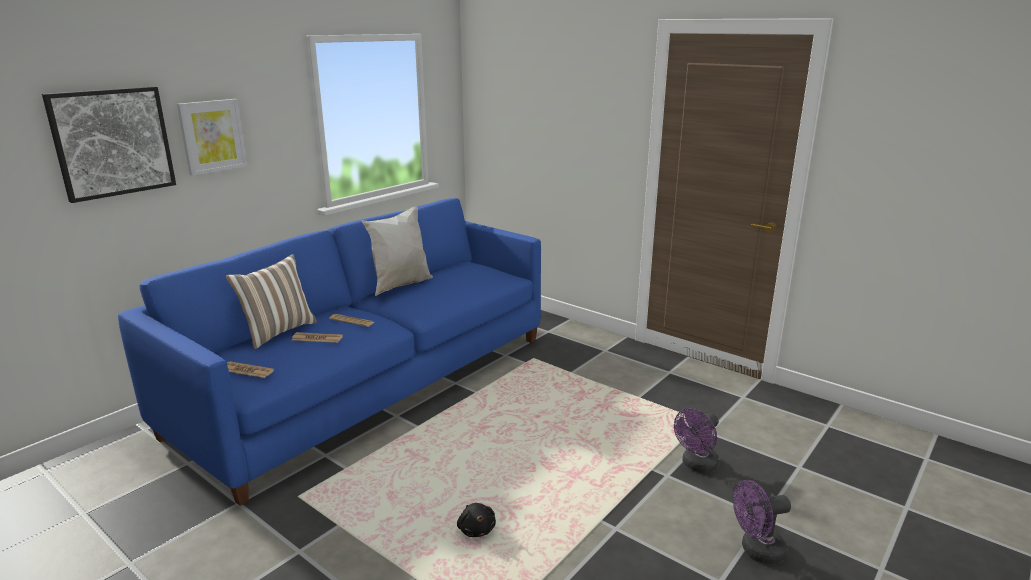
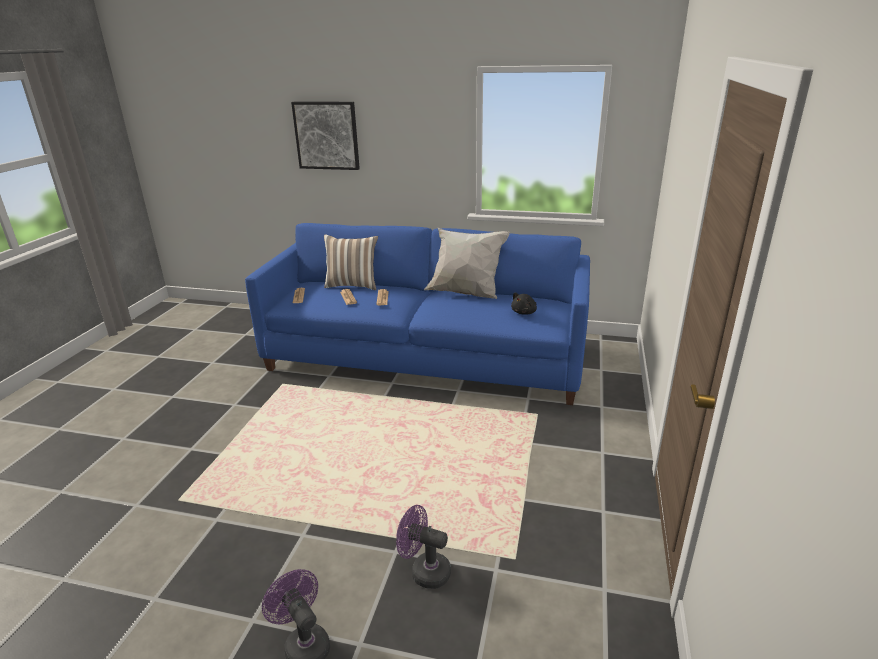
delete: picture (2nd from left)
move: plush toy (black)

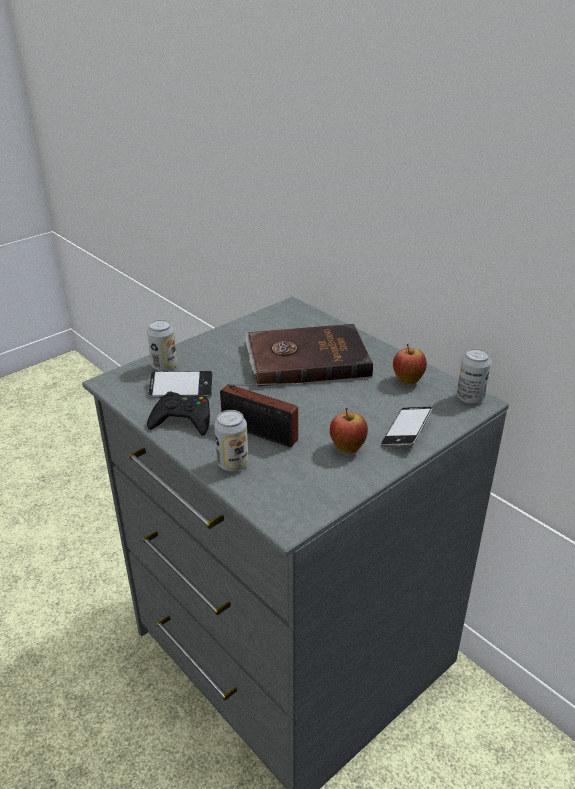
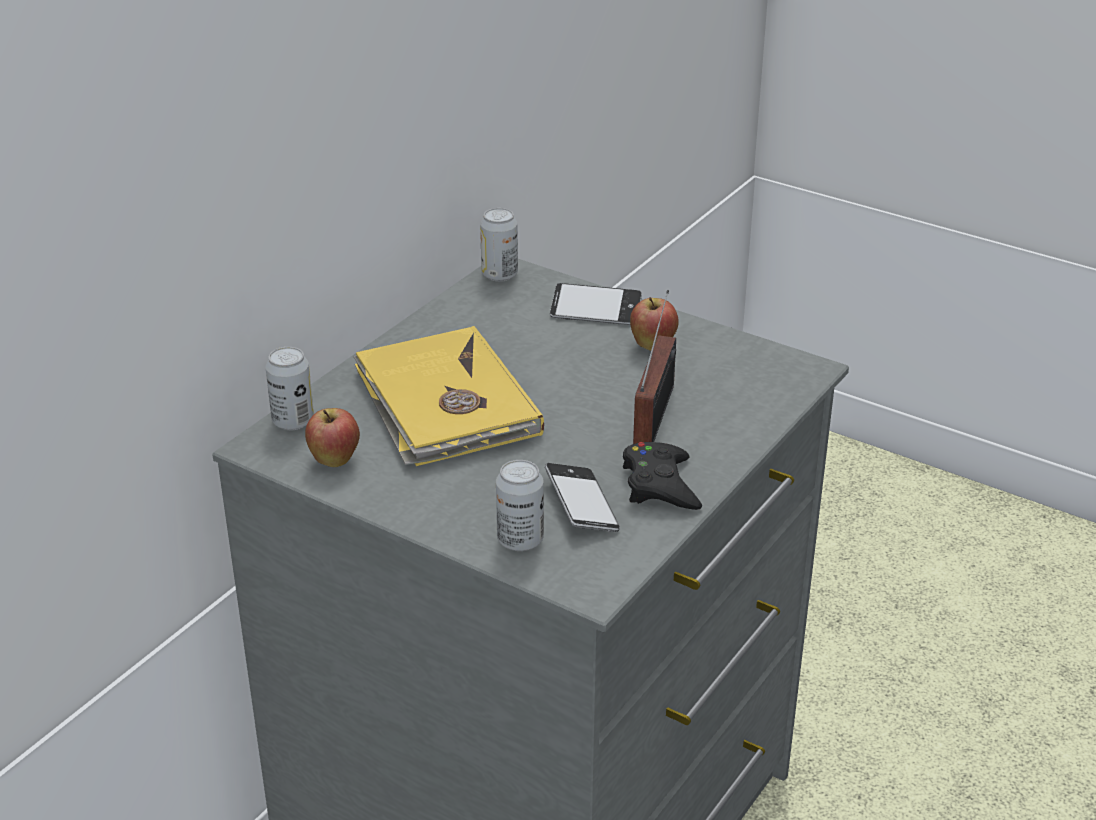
move: can (2nd from left in the first image) to can (1st from left); apple (2nd from left in the first image) to apple (1st from left)
recolor: book (brown) to book (yellow)

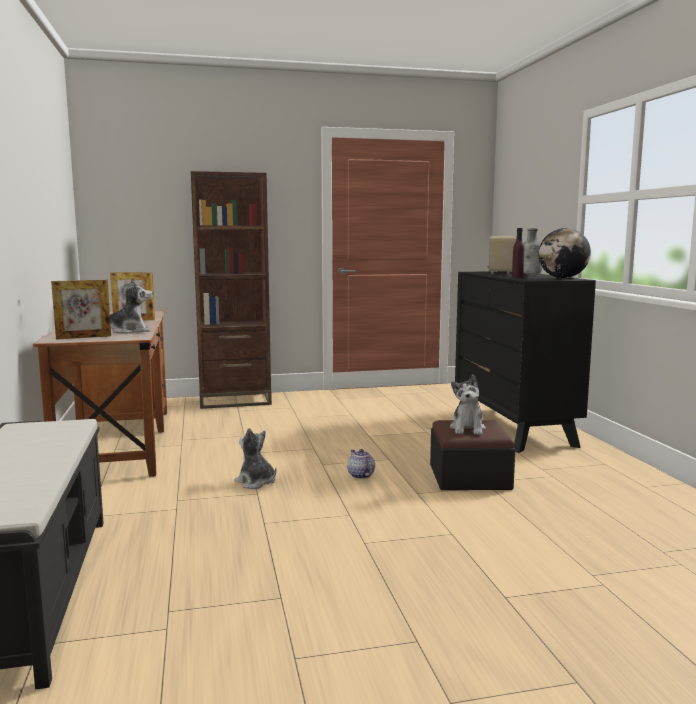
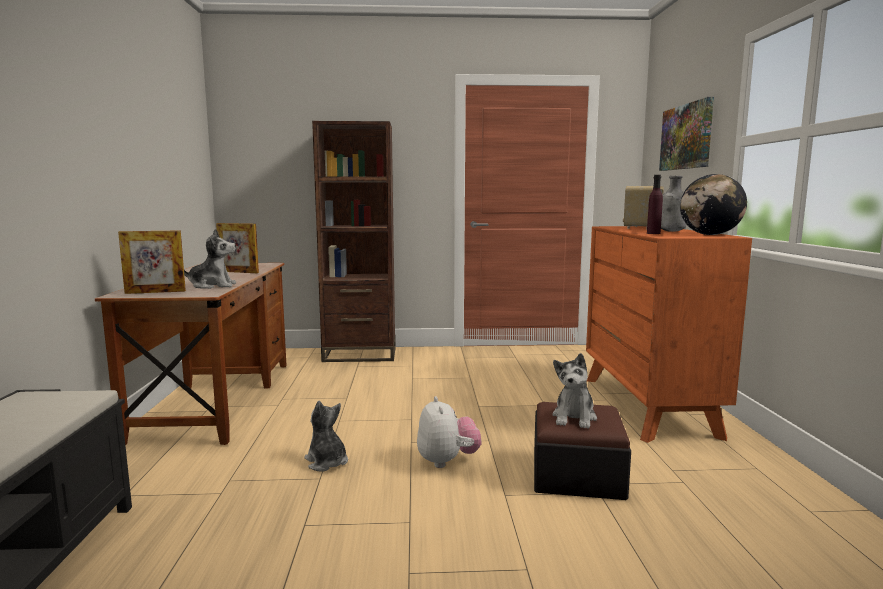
insert: picture
replace: teapot to plush toy (3rd from left)
recolor: dresser (black) to dresser (orange)

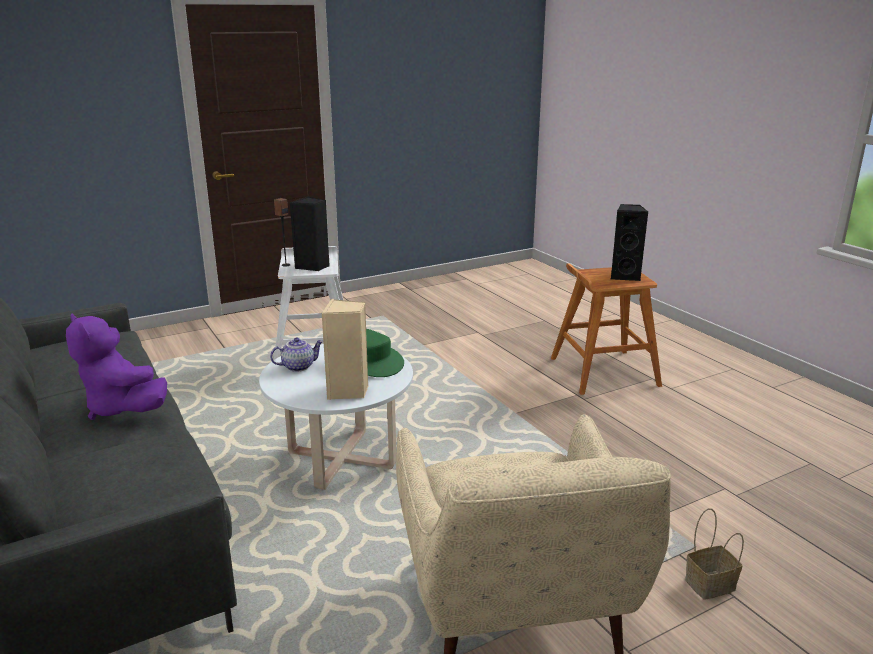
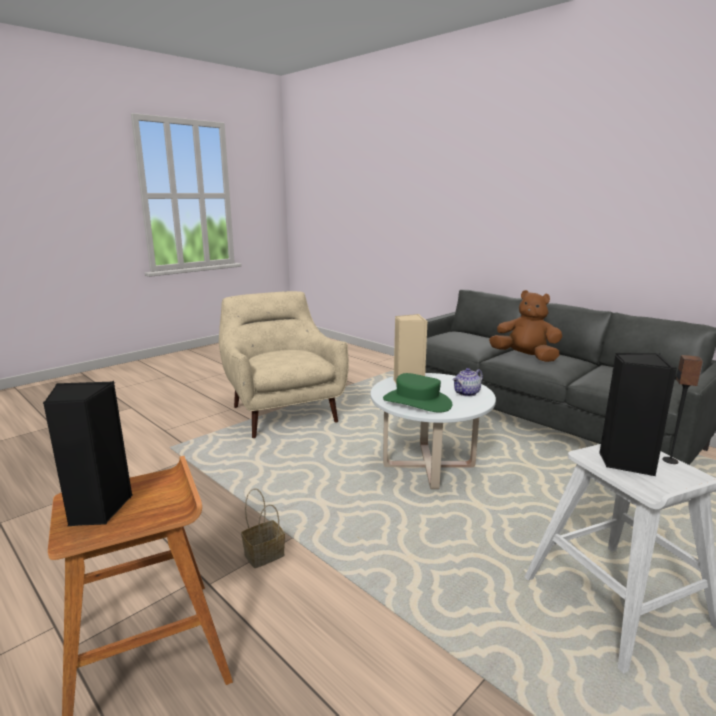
move: basket
recolor: plush toy (purple) to plush toy (brown)

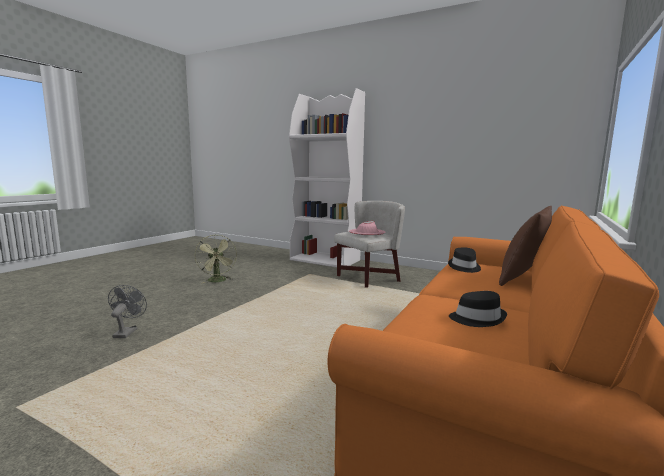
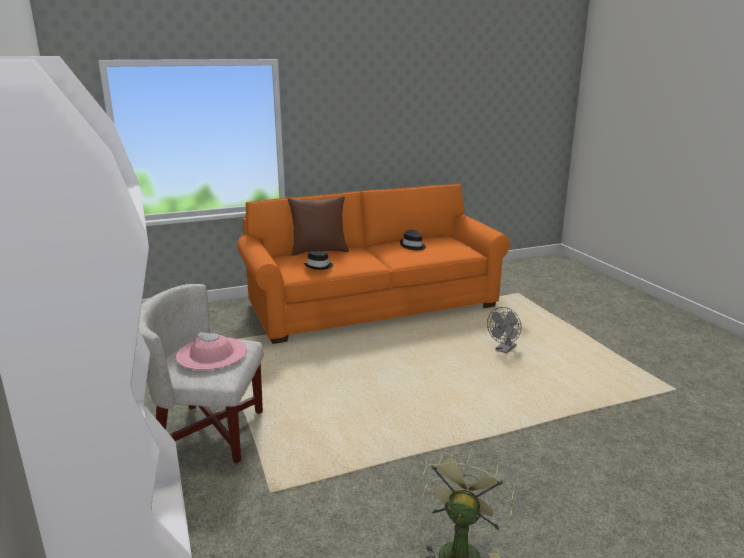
move: fan (grey)

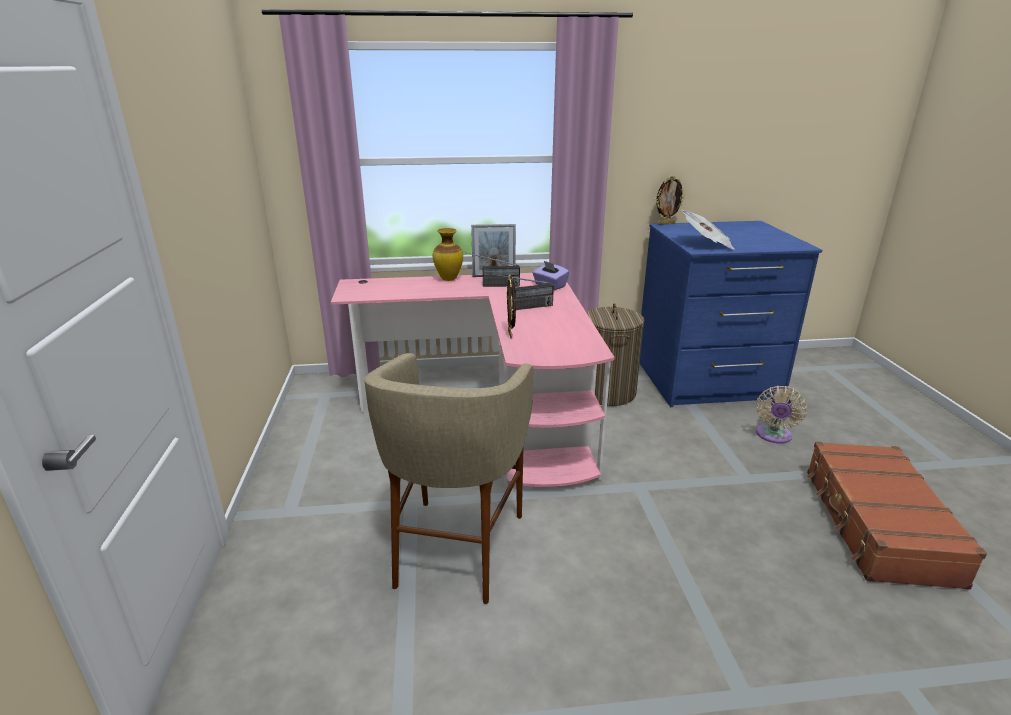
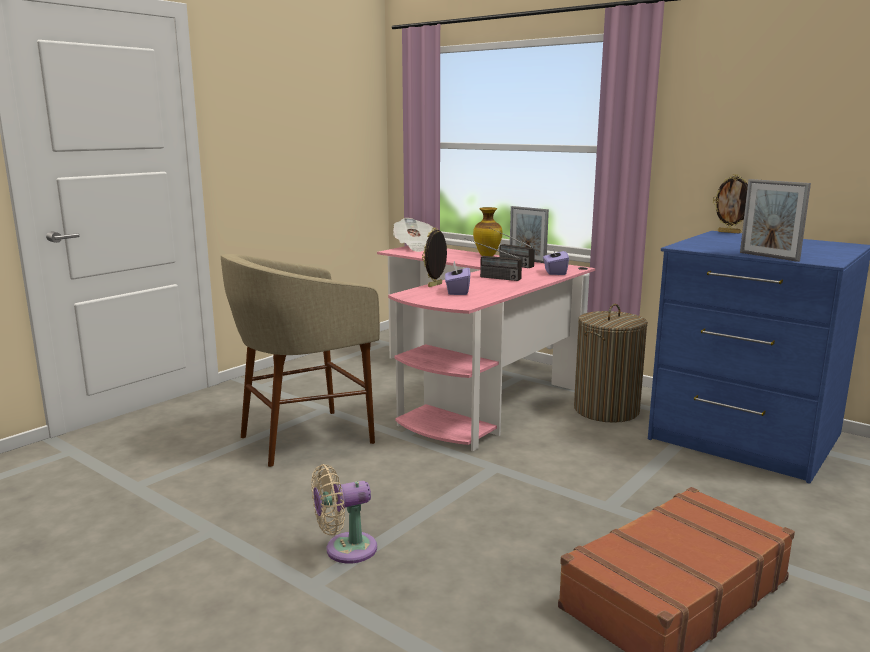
insert: tissue box (purple) (1st from left); picture frame (4th from left)
move: fan (beige); newspaper

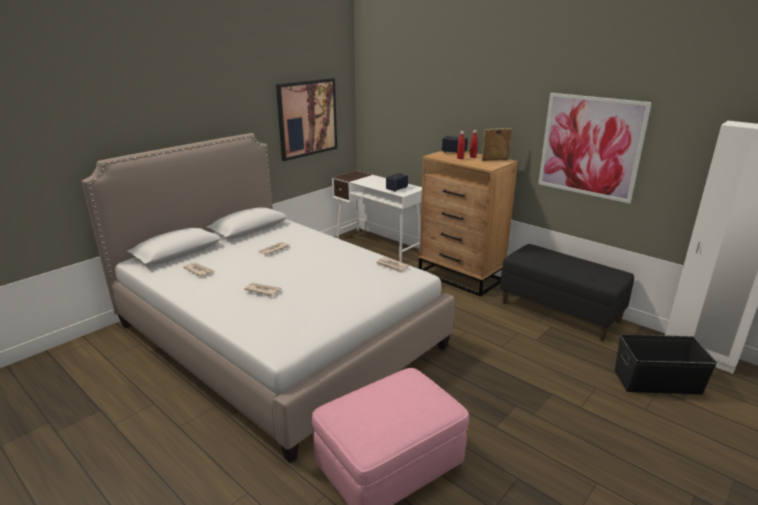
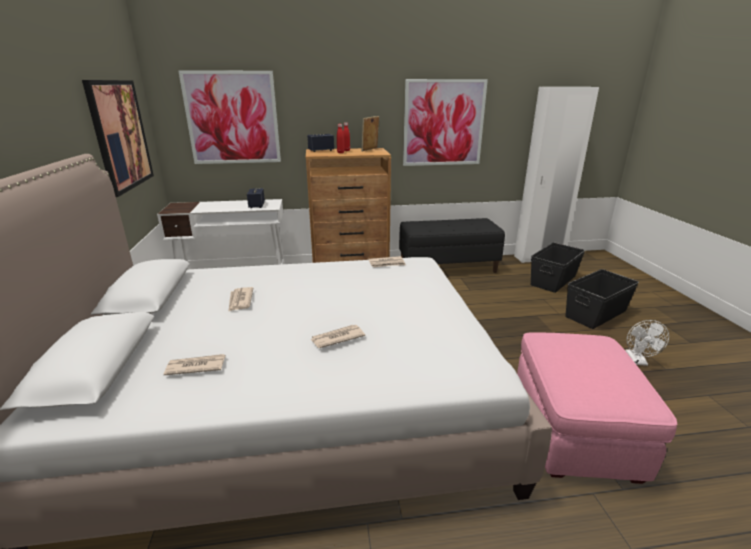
insert: picture (2nd from left); storage box (black) (2nd from left); fan (white)

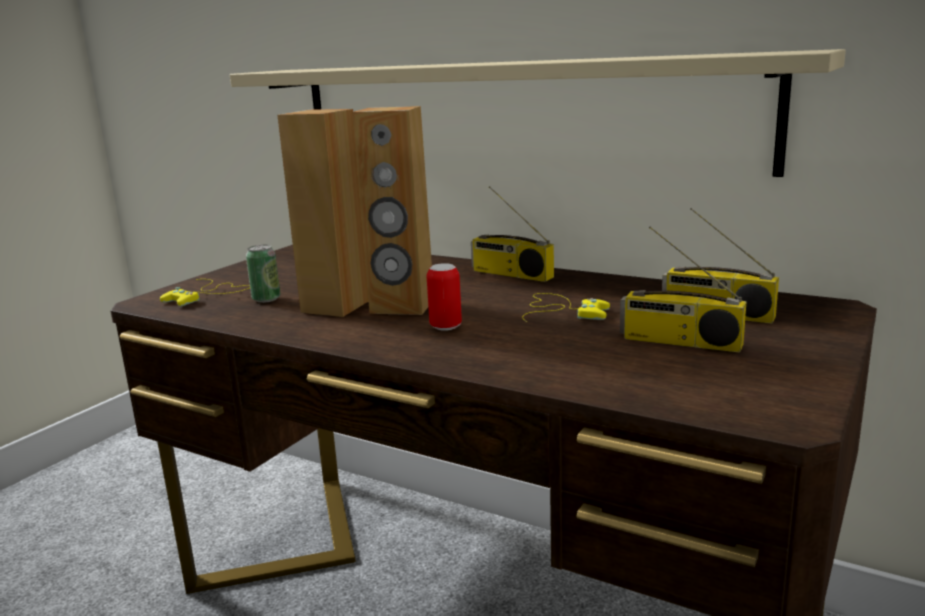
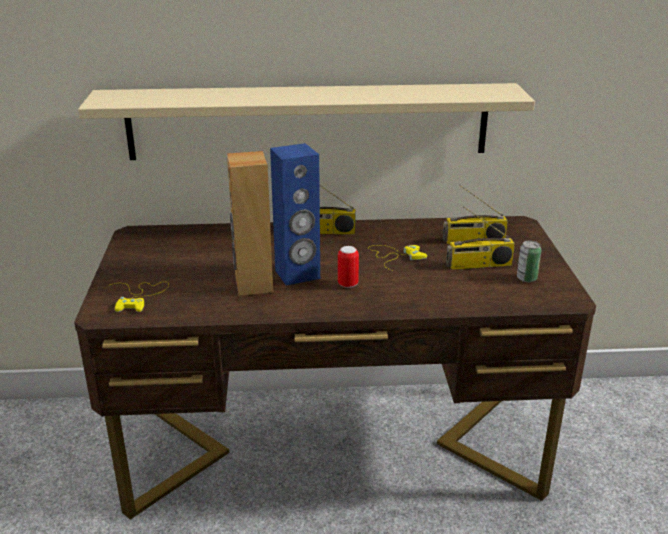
move: can (1st from left in the first image) to can (2nd from left)
recolor: speaker (brown) (2nd from left) to speaker (blue)

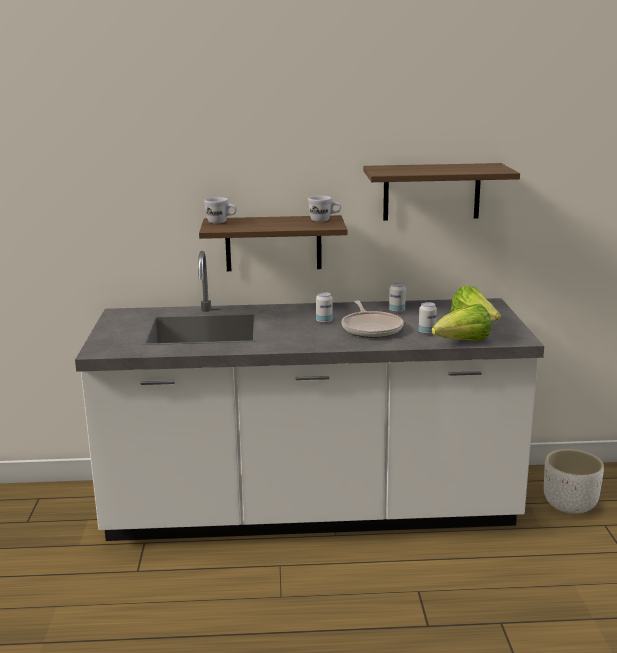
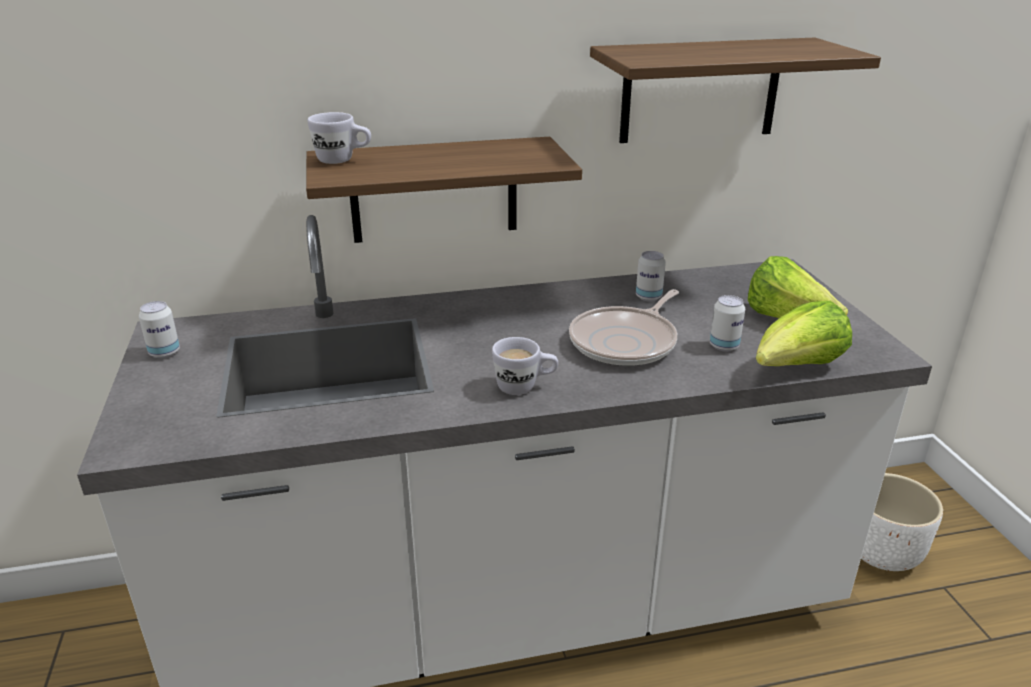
move: can (1st from left); mug (white) (2nd from left)
rotate: frying pan 60 degrees clockwise

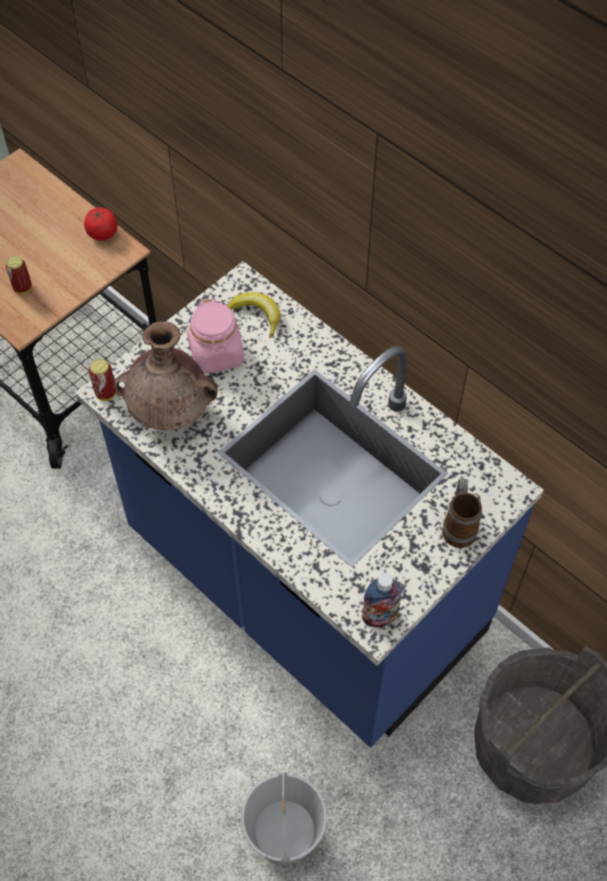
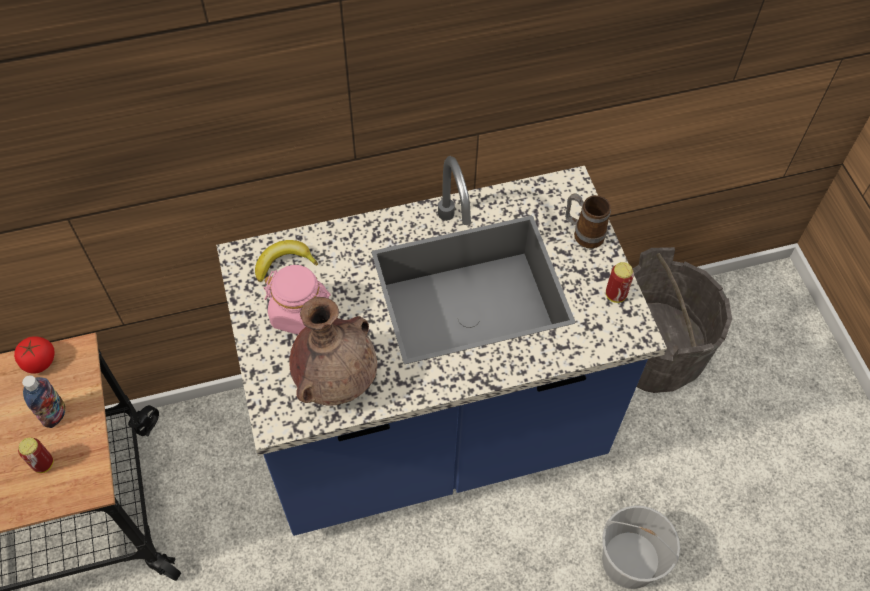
move: bottle; can (2nd from left)

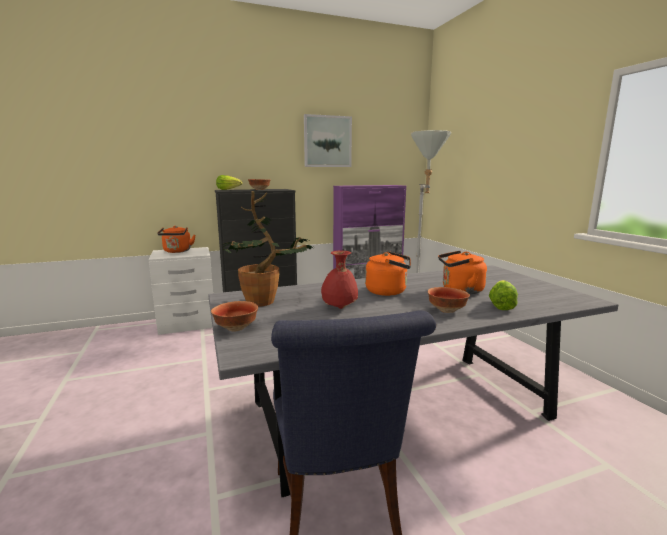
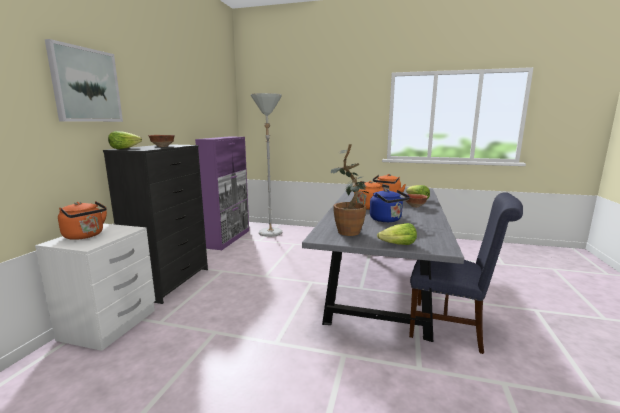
move: picture
replace: vase (red) to kettle (blue); bowl (1st from left) to lettuce (2nd from left)

